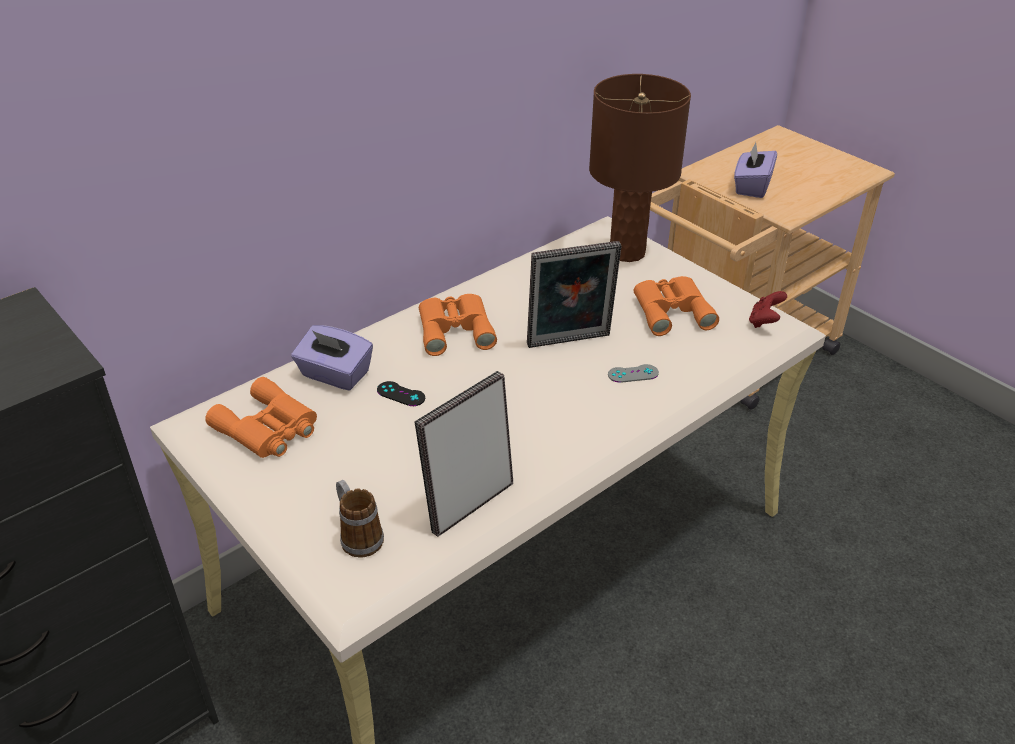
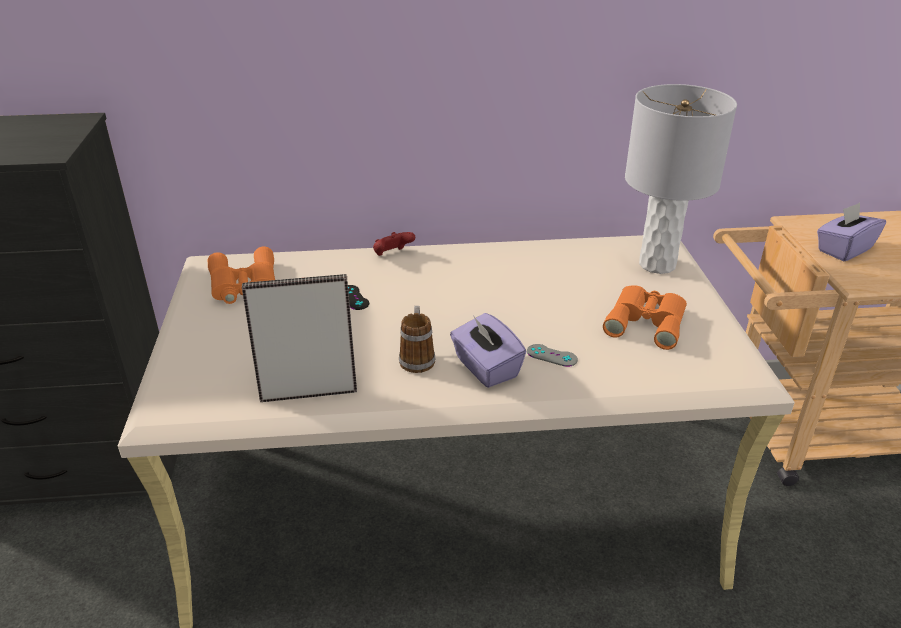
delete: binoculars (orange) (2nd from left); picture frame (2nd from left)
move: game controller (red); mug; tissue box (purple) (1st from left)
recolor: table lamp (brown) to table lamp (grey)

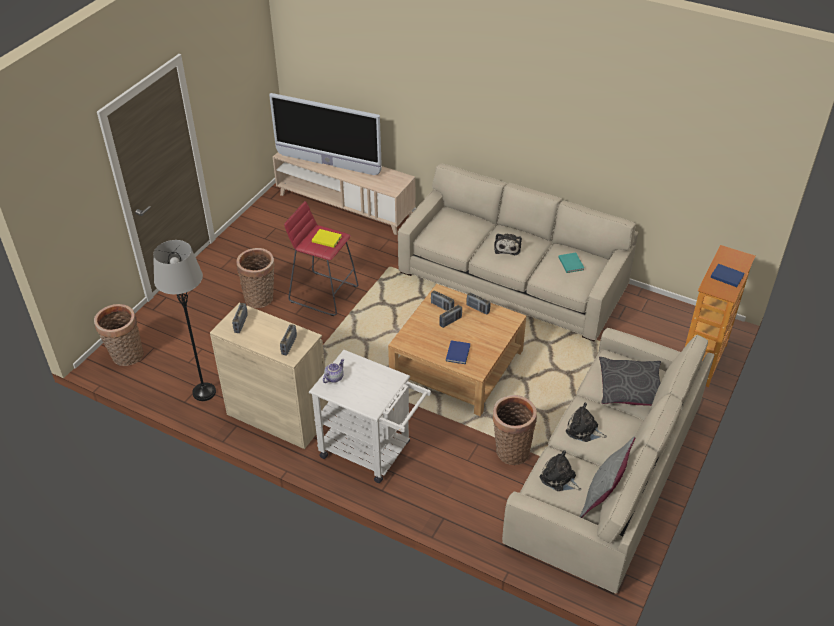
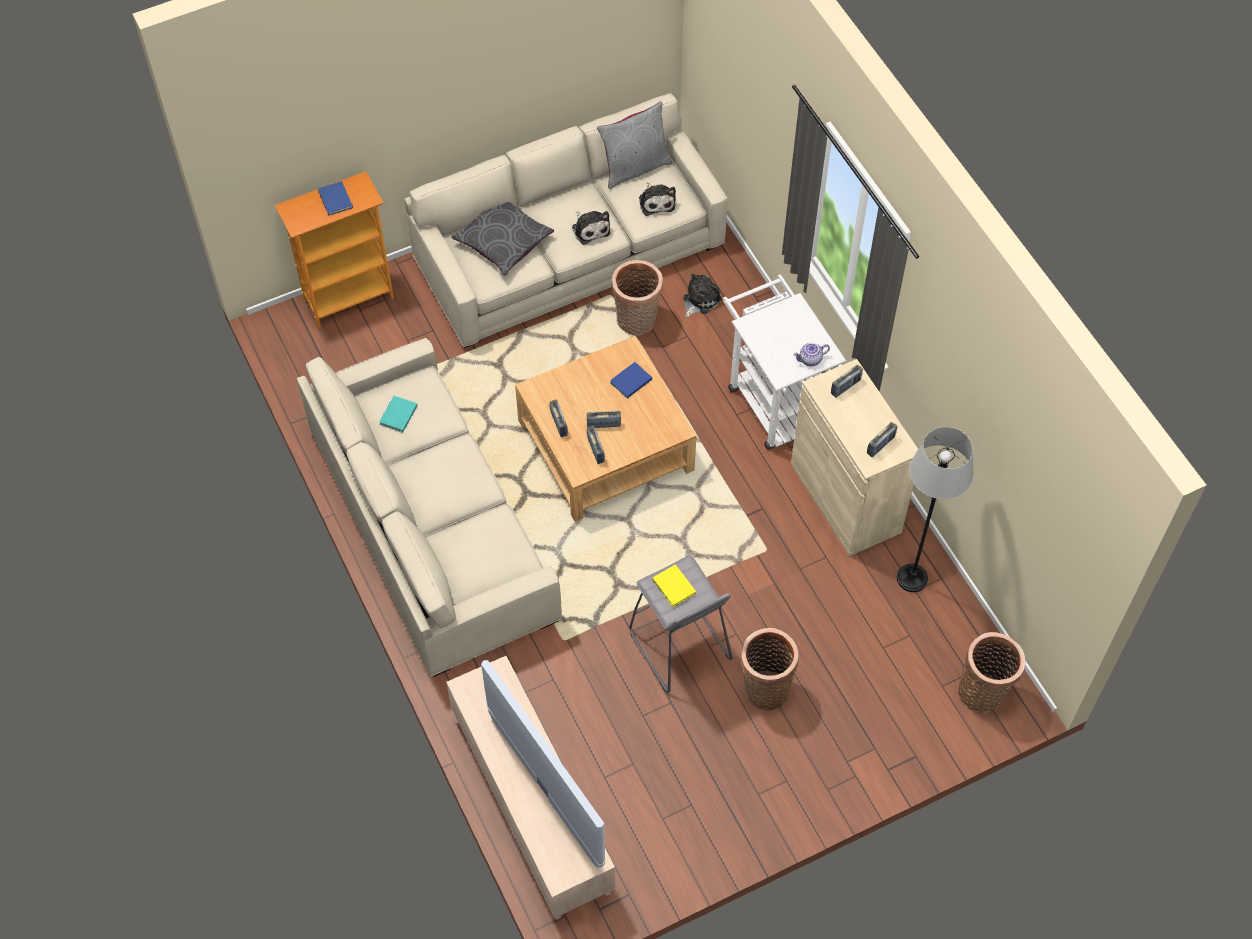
move: plush toy (1st from left in the first image) to plush toy (3rd from left)
recolor: stool (red) to stool (grey)

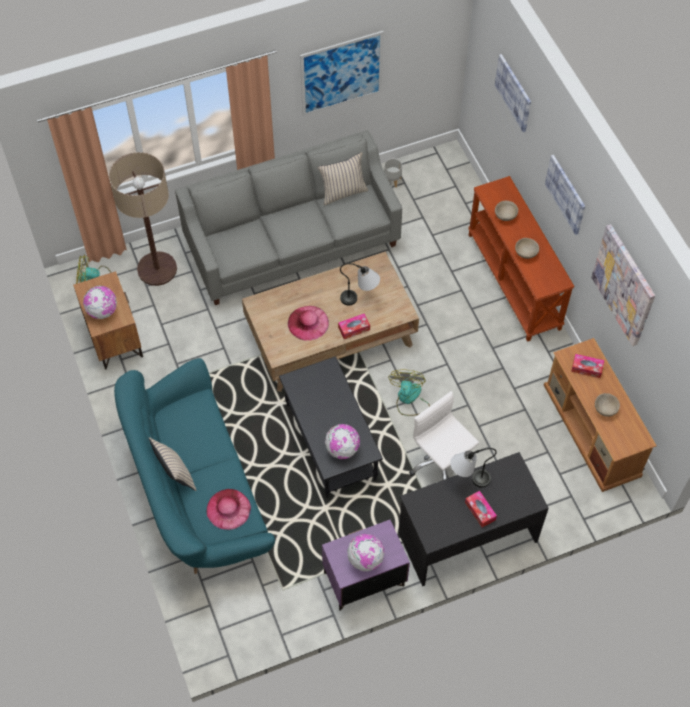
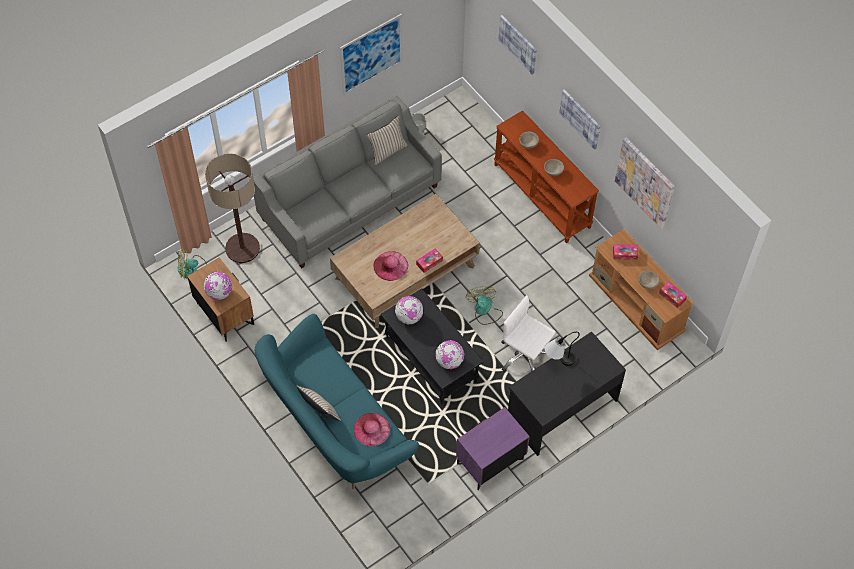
delete: table lamp (1st from left)
move: globe (3rd from left in the first image) to globe (2nd from left); tissue box (2nd from left in the first image) to tissue box (3rd from left)

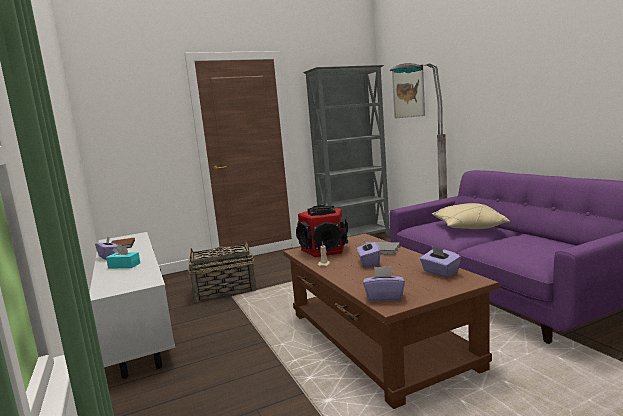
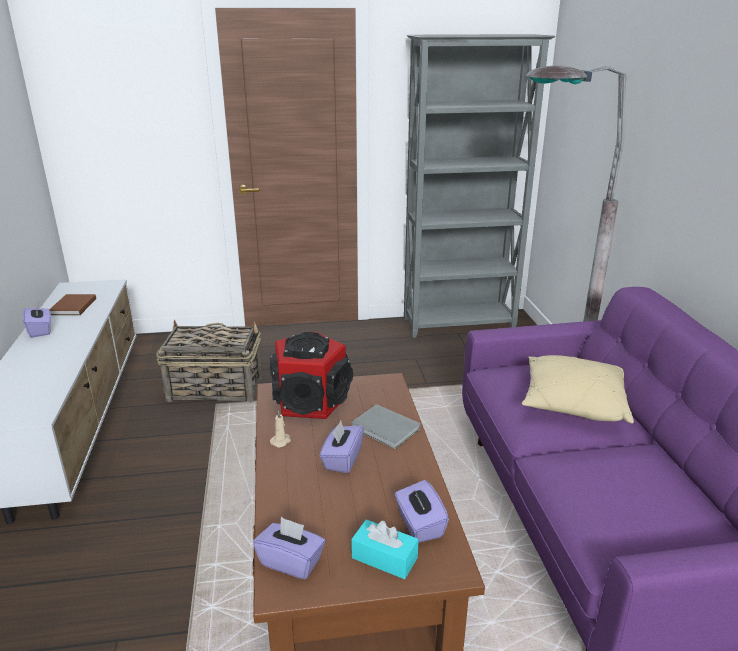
delete: picture
move: tissue box (turquoise)

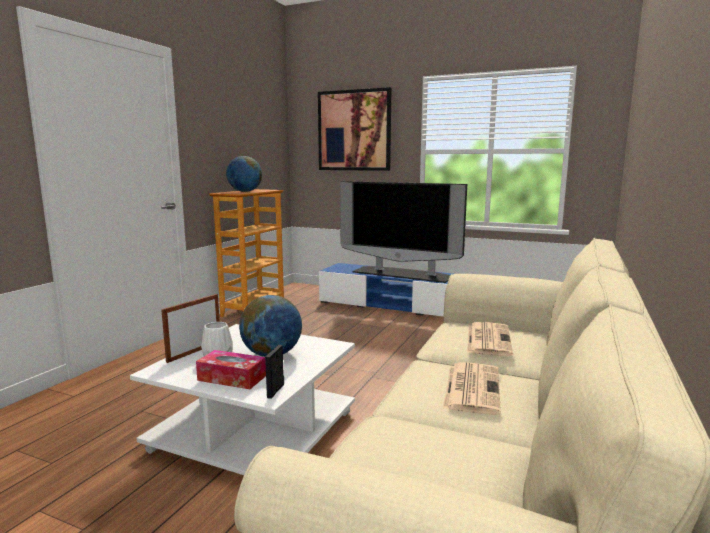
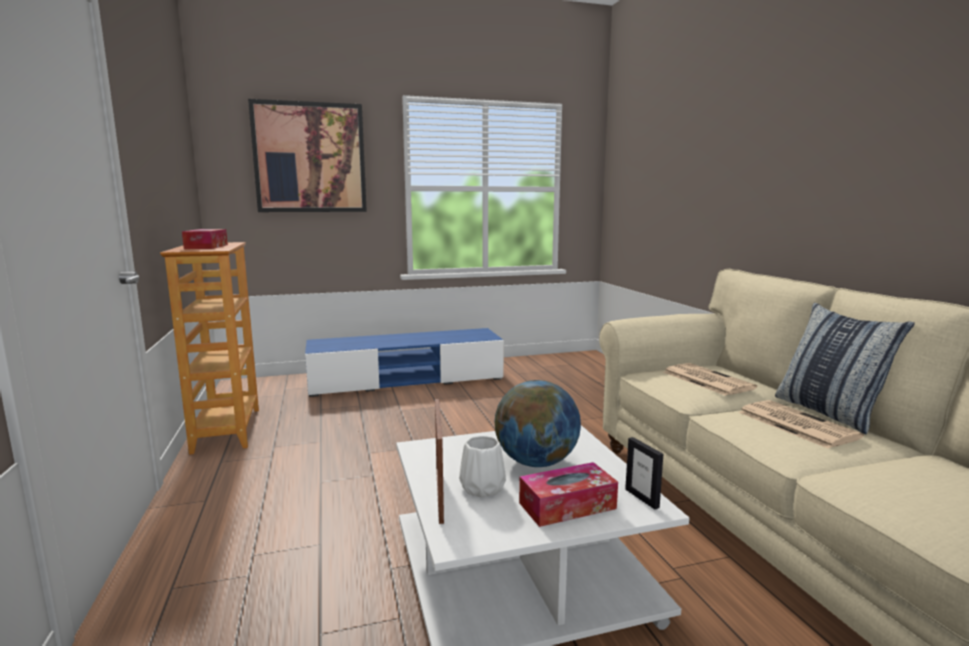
delete: television
insert: pillow
replace: globe (1st from left) to tissue box (1st from left)

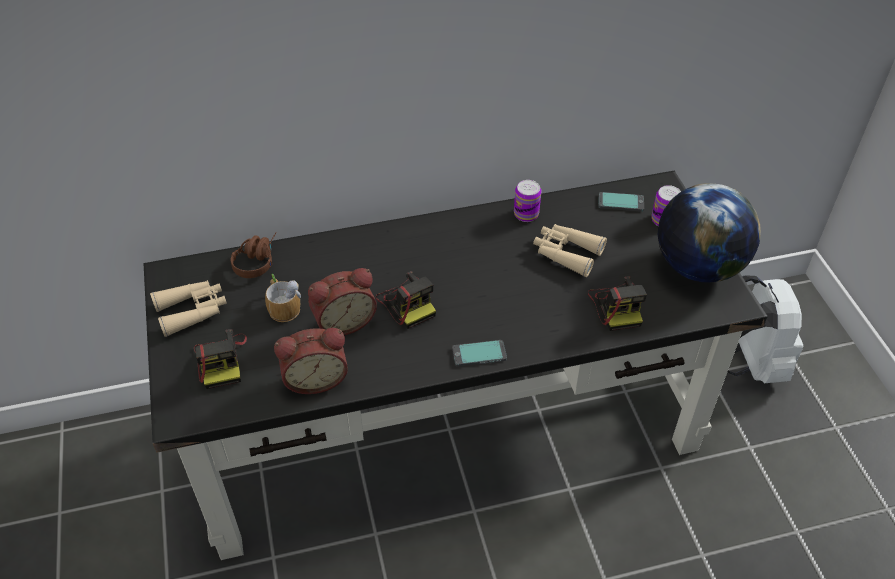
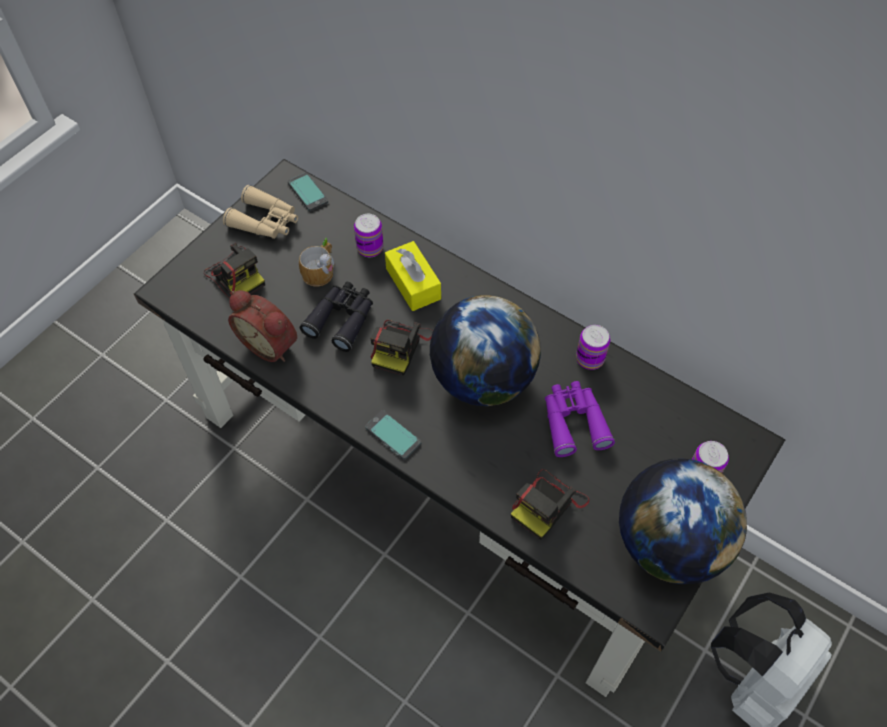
delete: headphones (brown)
insert: can (1st from left); tissue box (yellow); globe (1st from left)
move: phone (2nd from left in the first image) to phone (1st from left)
replace: alarm clock (2nd from left) to binoculars (black)
recolor: binoculars (beige) (2nd from left) to binoculars (purple)
rotate: photo camera (1st from left) 75 degrees counterclockwise

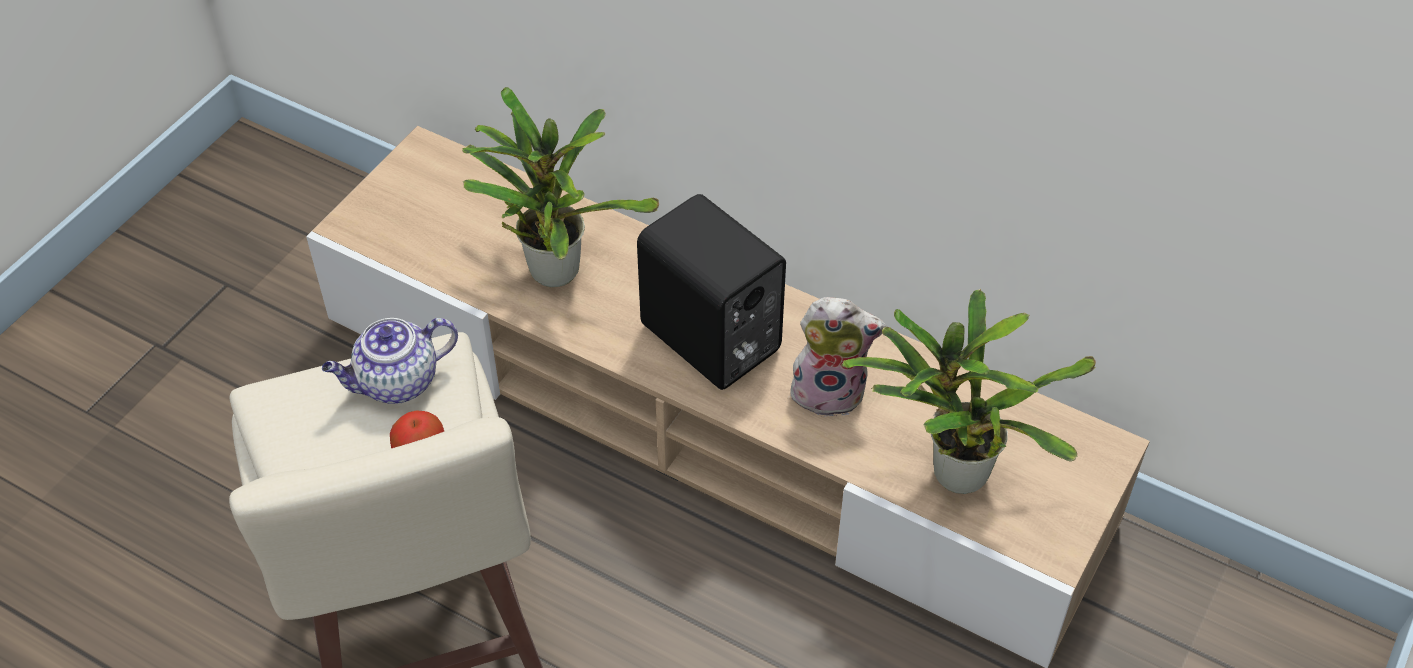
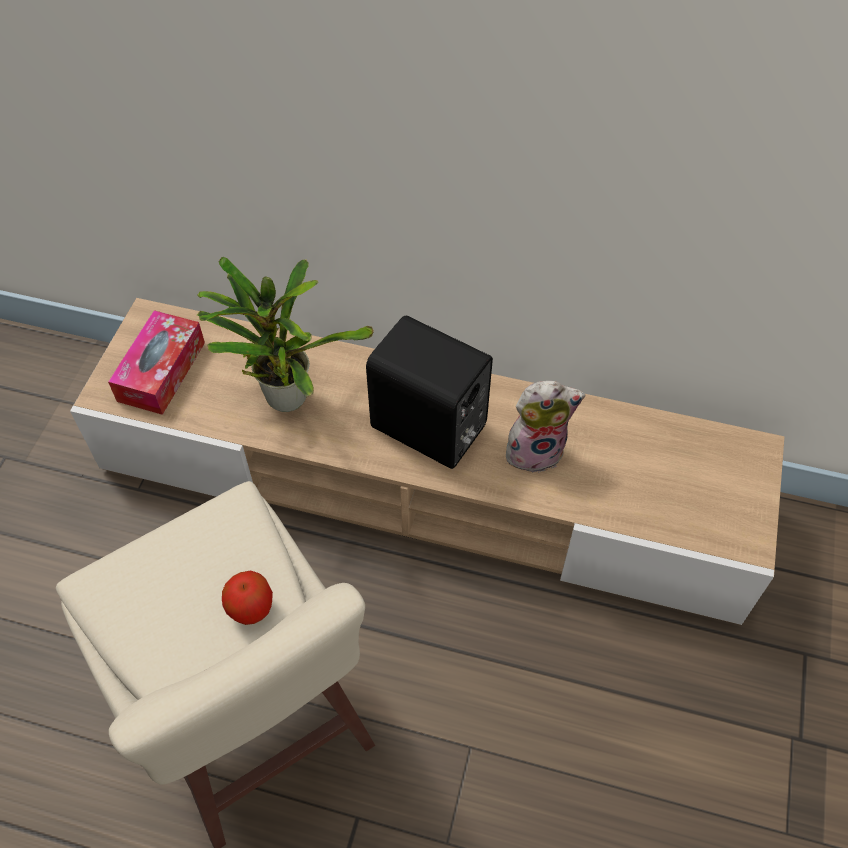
delete: teapot; potted plant (2nd from left)
insert: tissue box

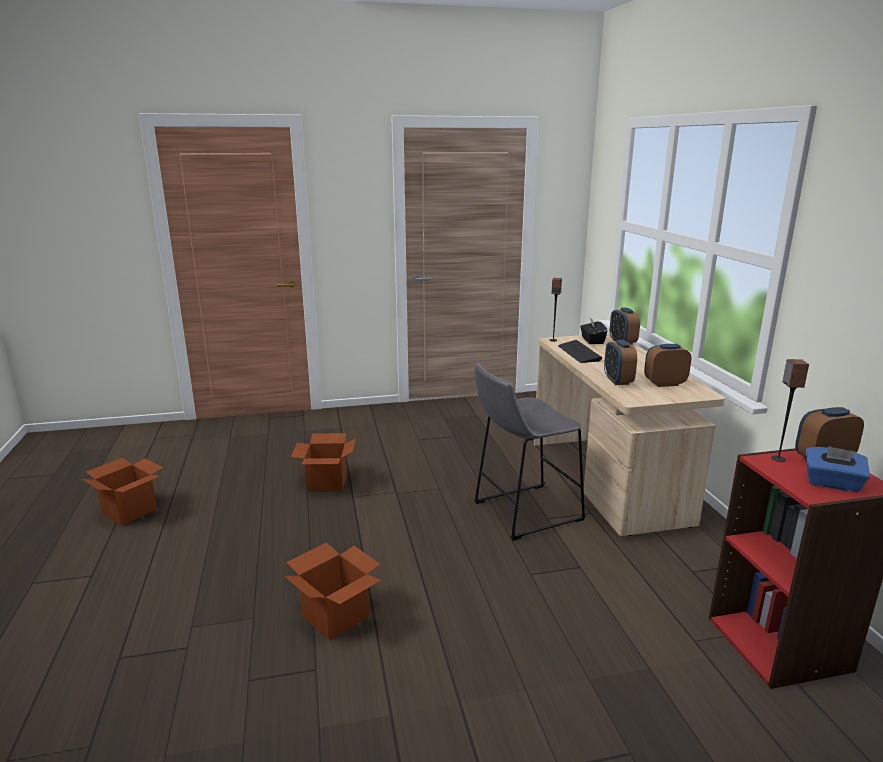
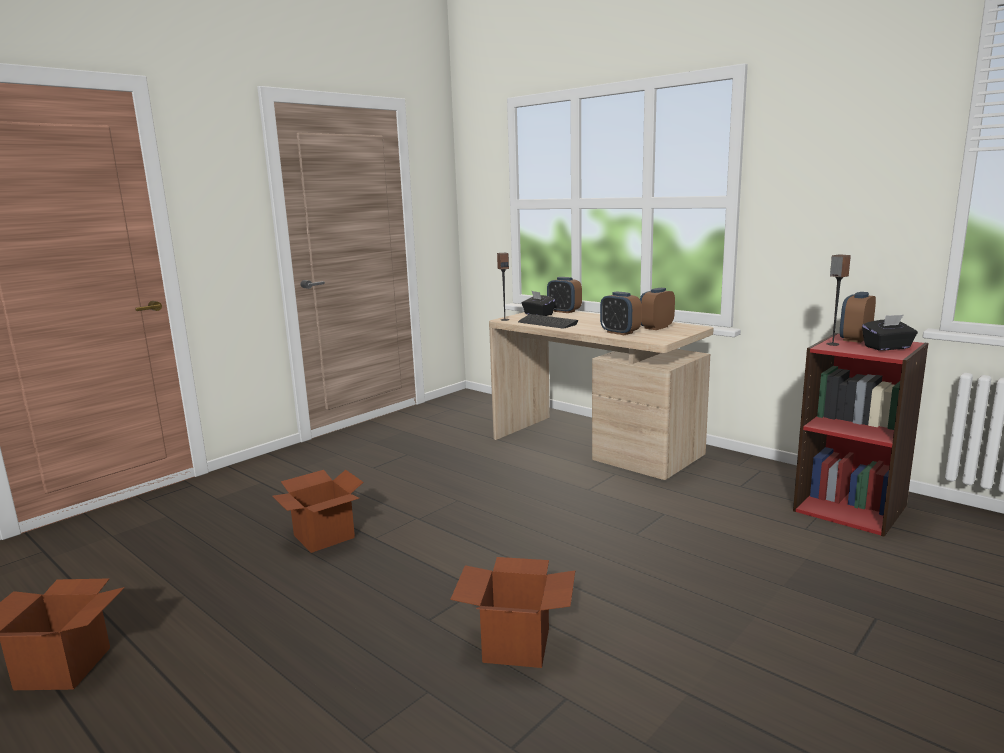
delete: stool (grey)
recolor: tissue box (blue) to tissue box (black) (2nd from left)

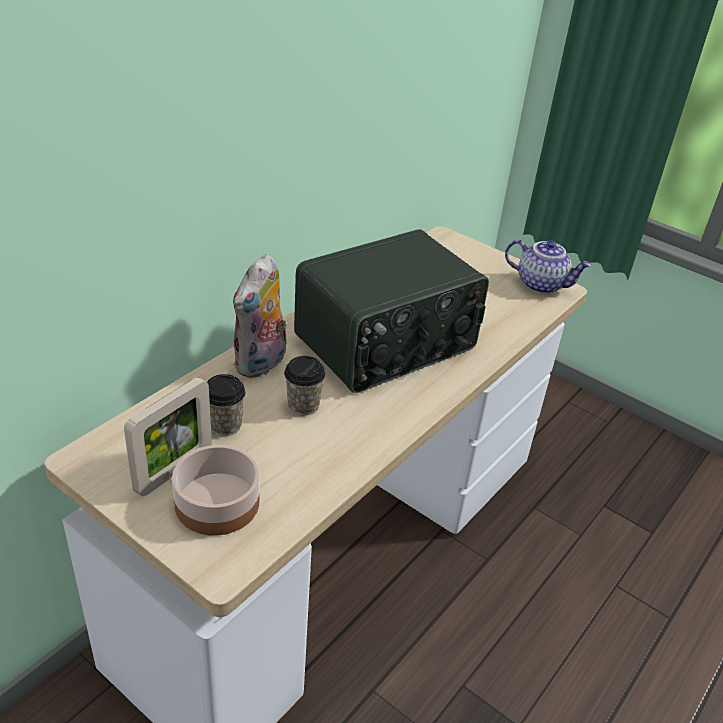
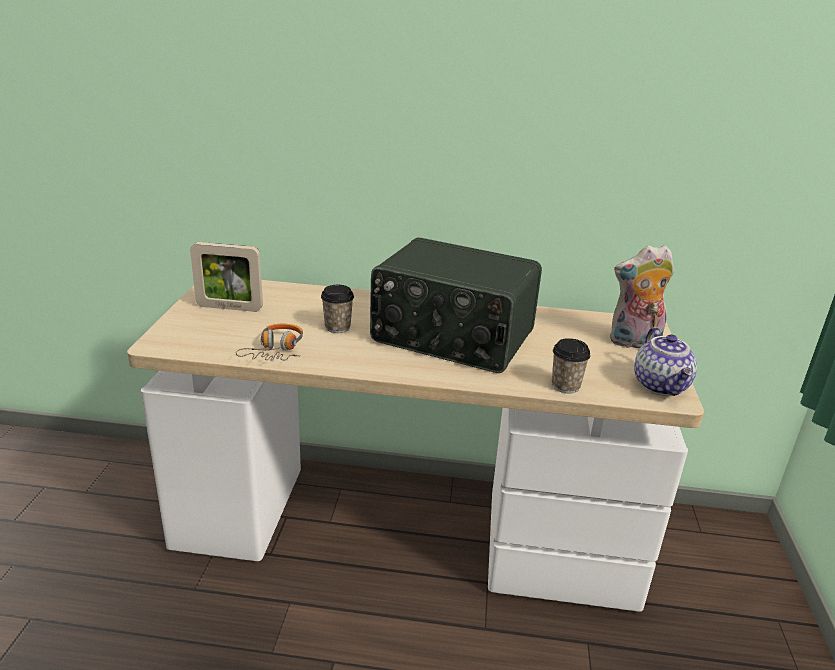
delete: bowl
insert: headphones
move: cup (1st from left in the first image) to cup (2nd from left); plush toy

